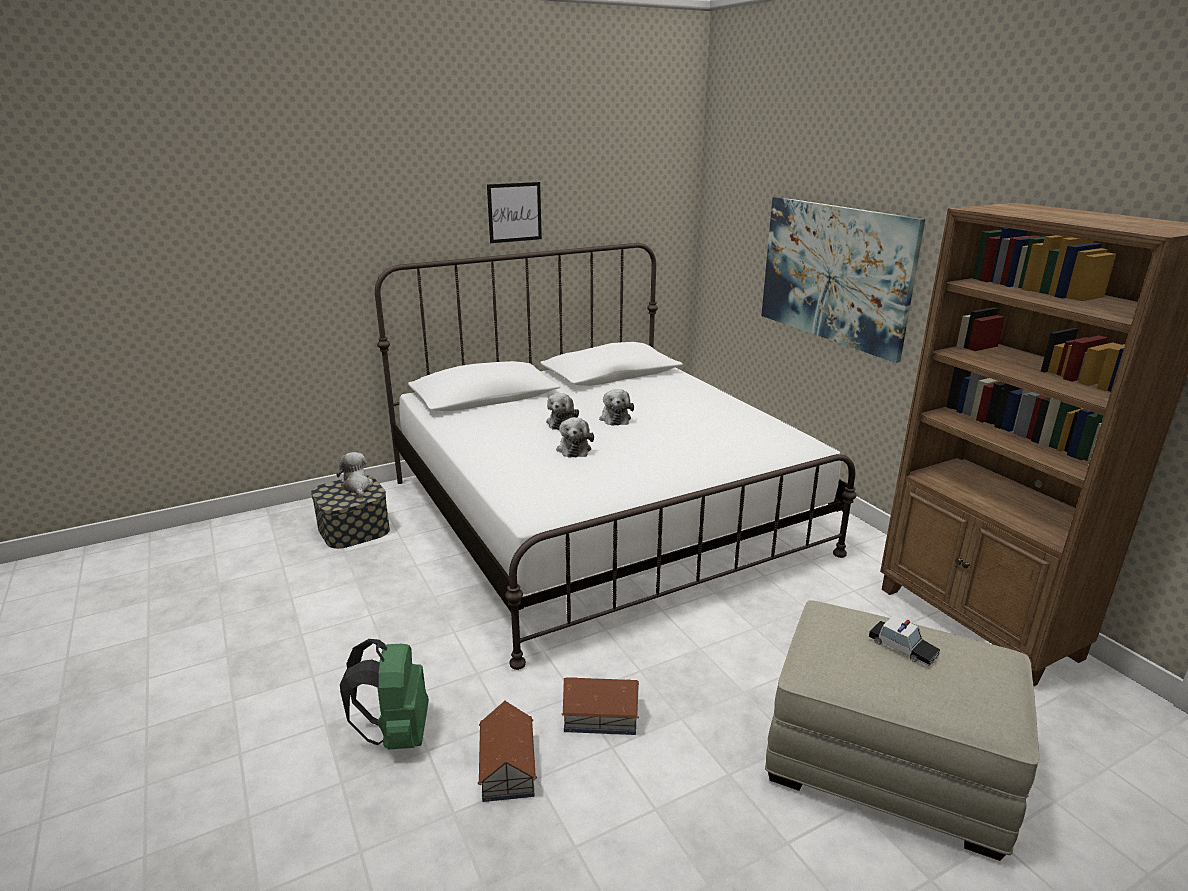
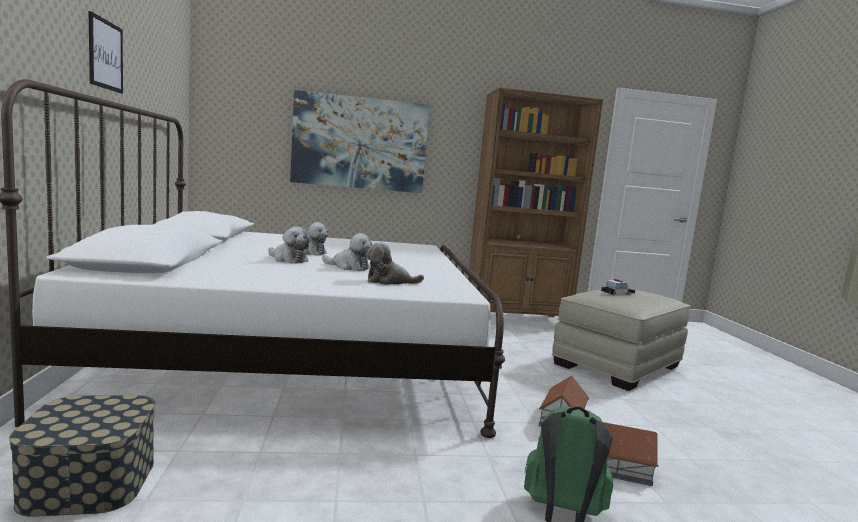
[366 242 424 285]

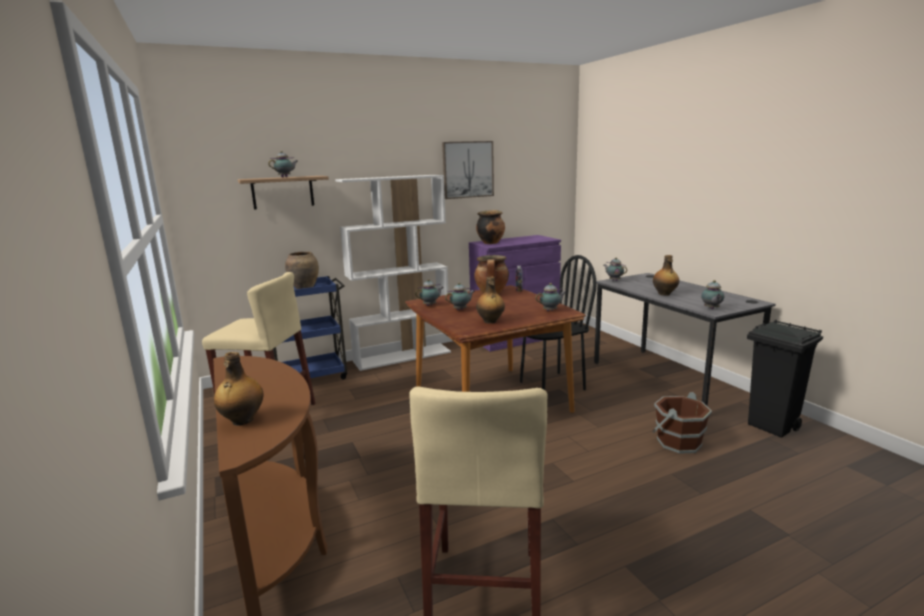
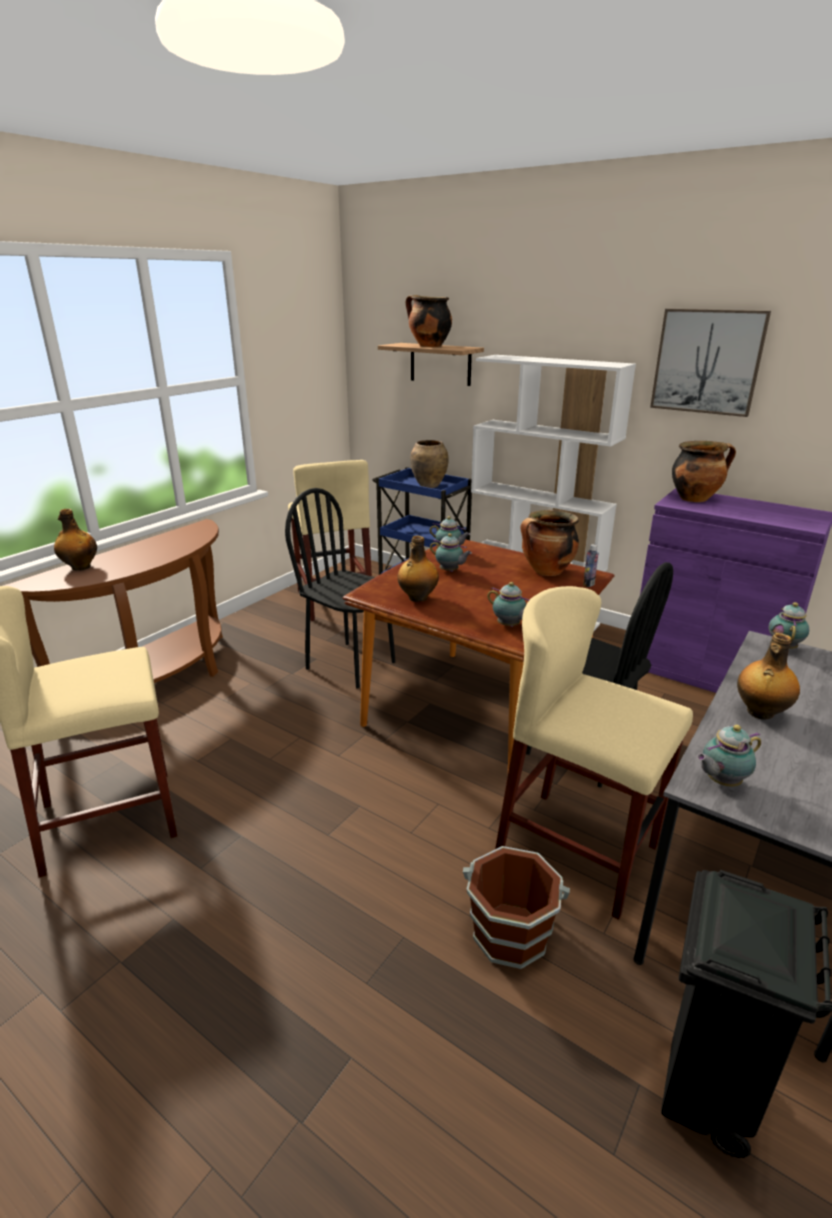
[285 488 395 689]
[495 586 693 920]
[406 295 452 347]

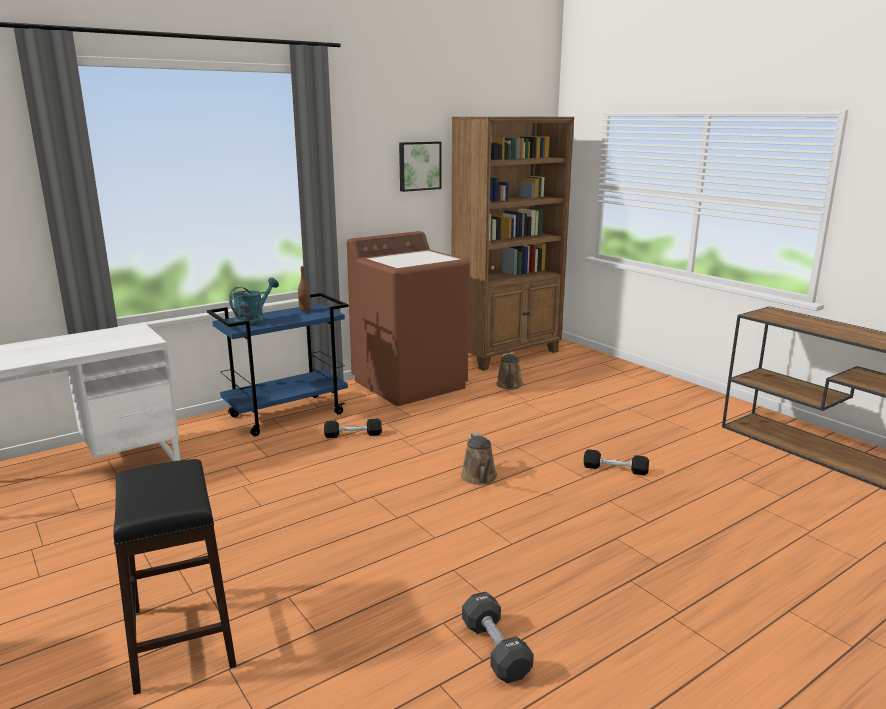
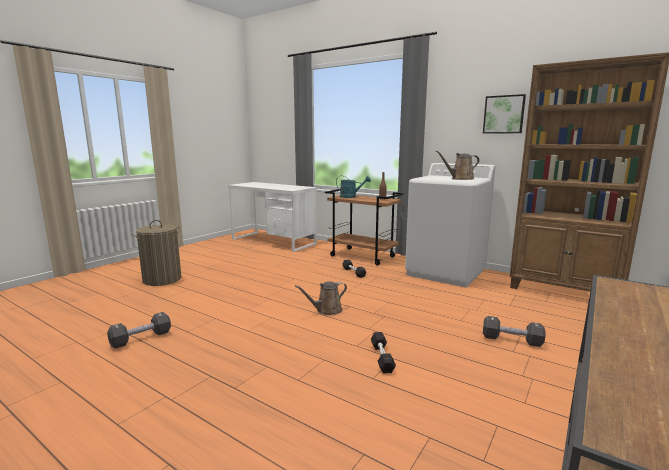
[483 316 545 347]
[436 151 480 180]
[132 220 181 286]
[325 189 404 266]
[405 163 495 287]

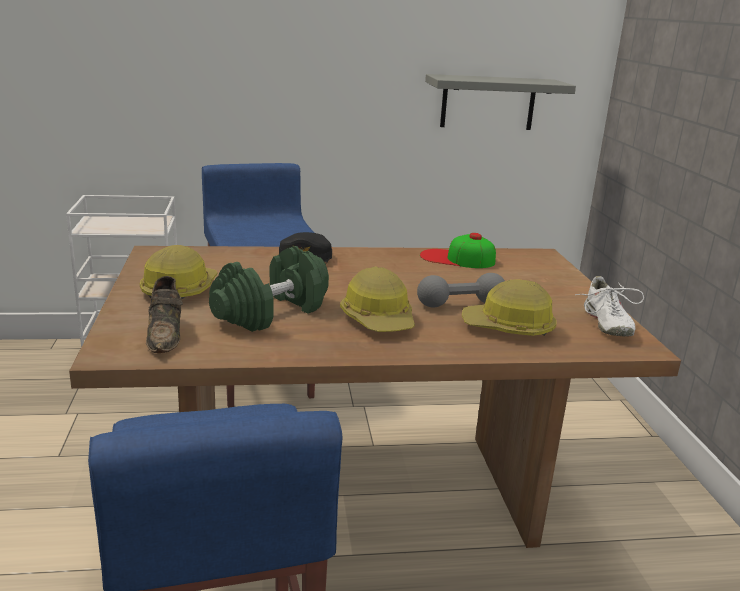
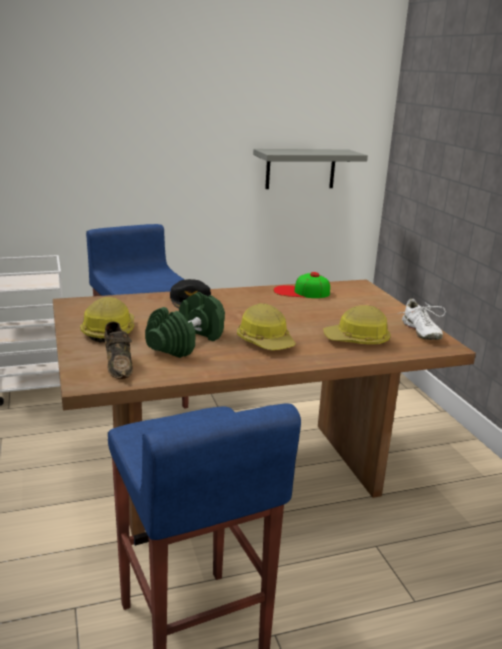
[417 273 505 308] (first image)

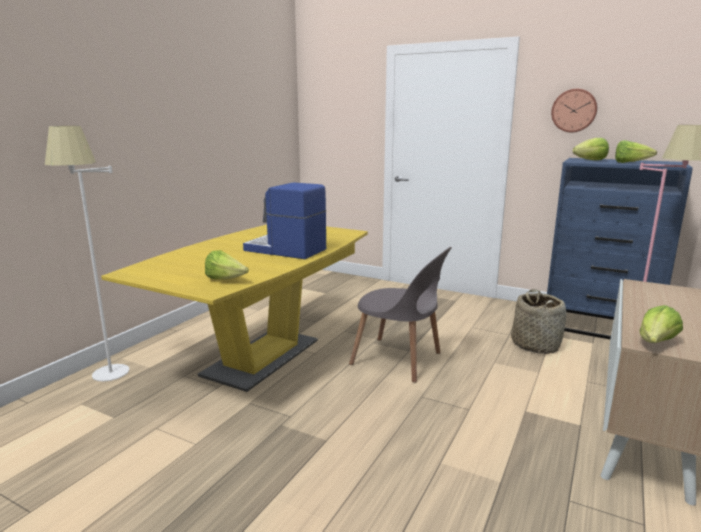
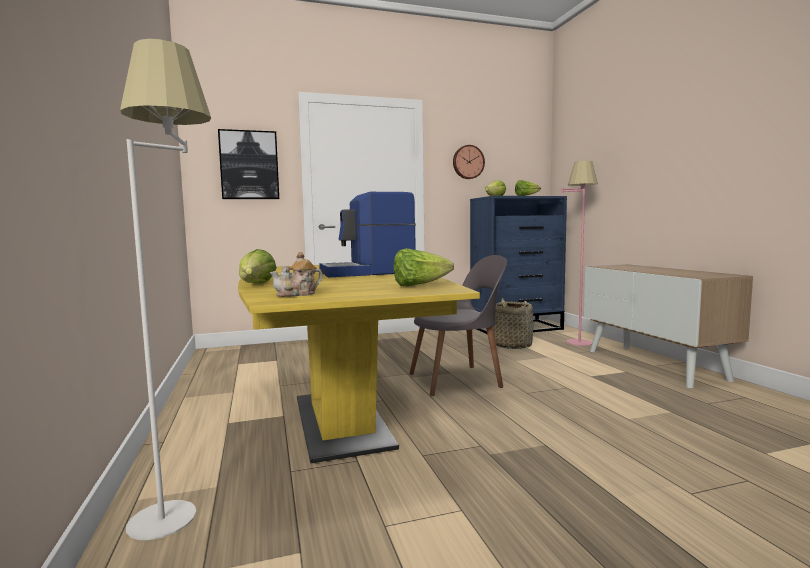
[218 129 279 199]
[269 252 323 297]
[239 249 277 284]

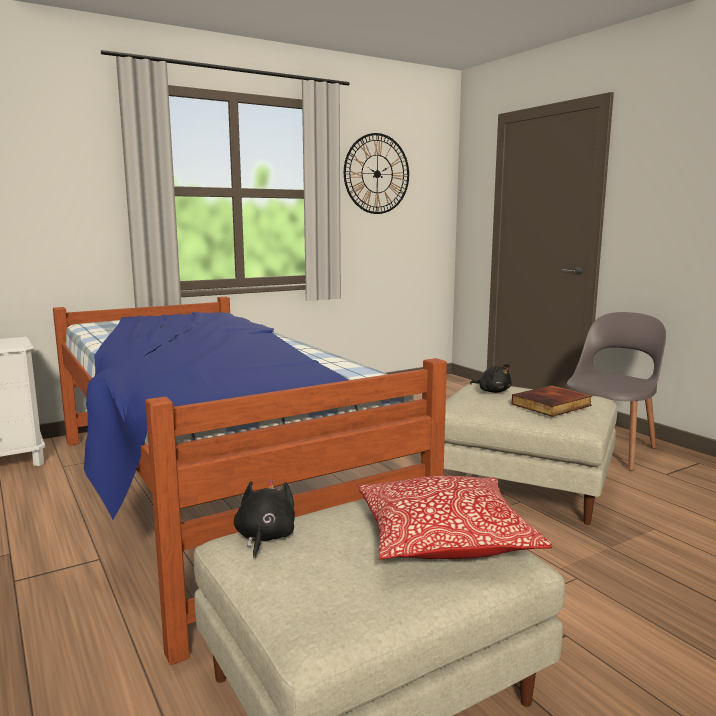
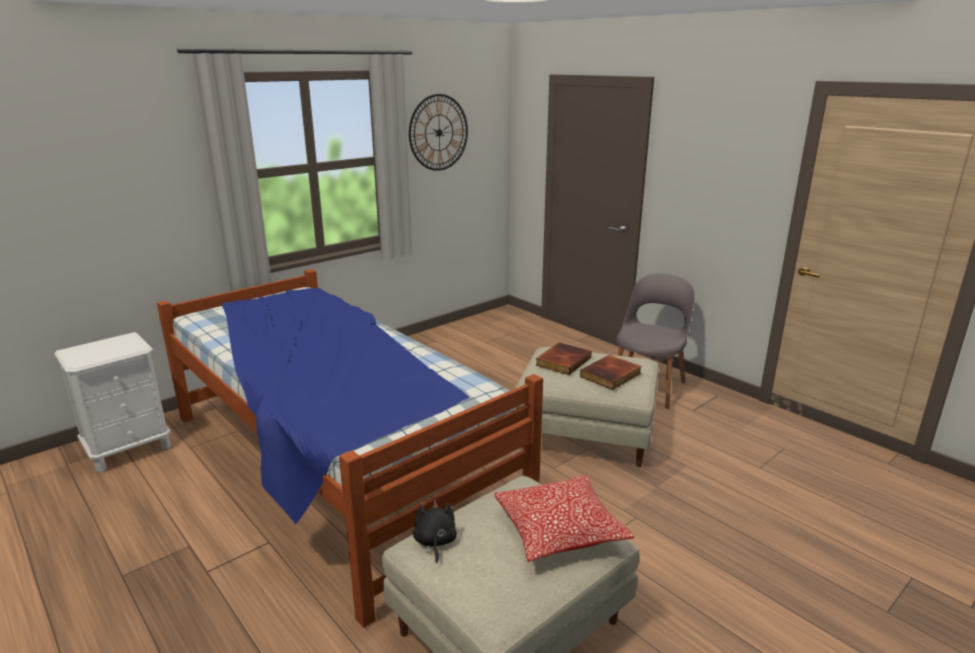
[535 343 592 375]

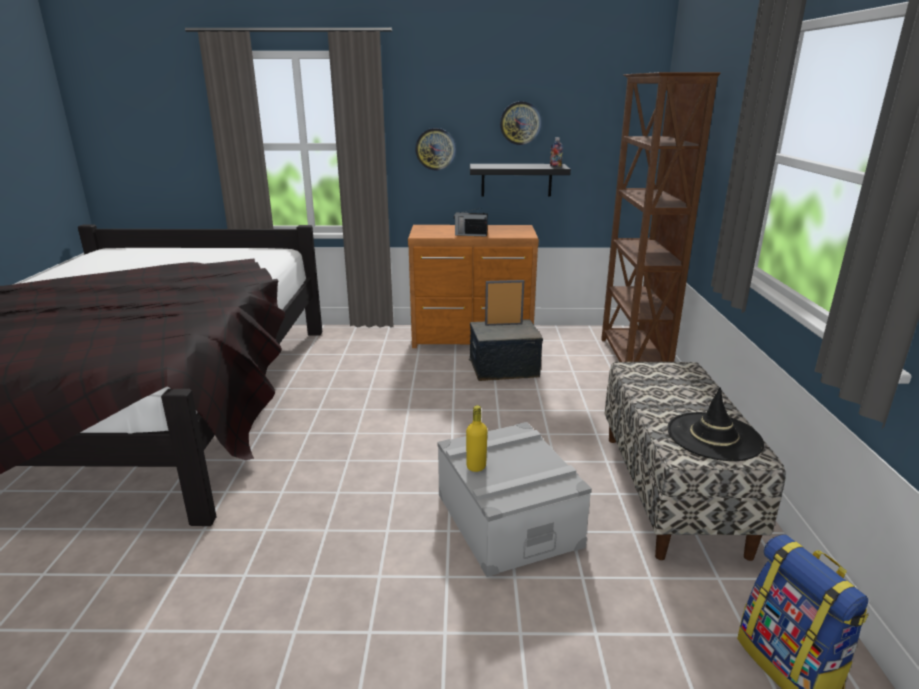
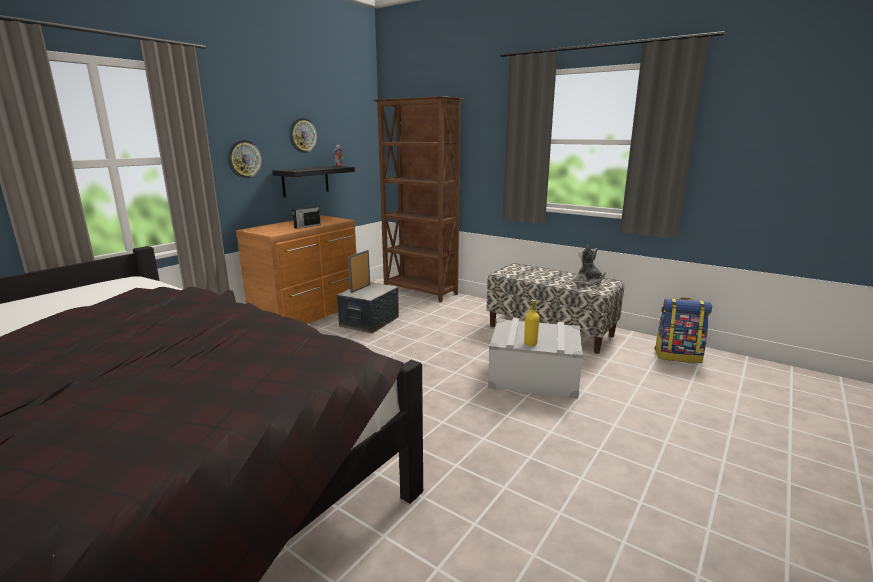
[573 245 606 285]

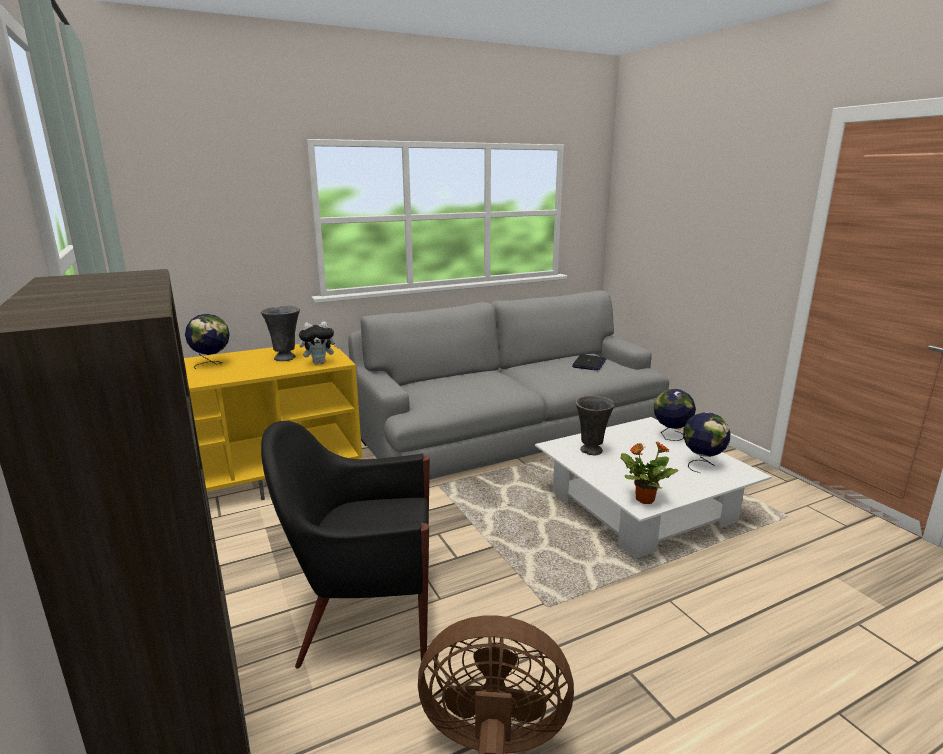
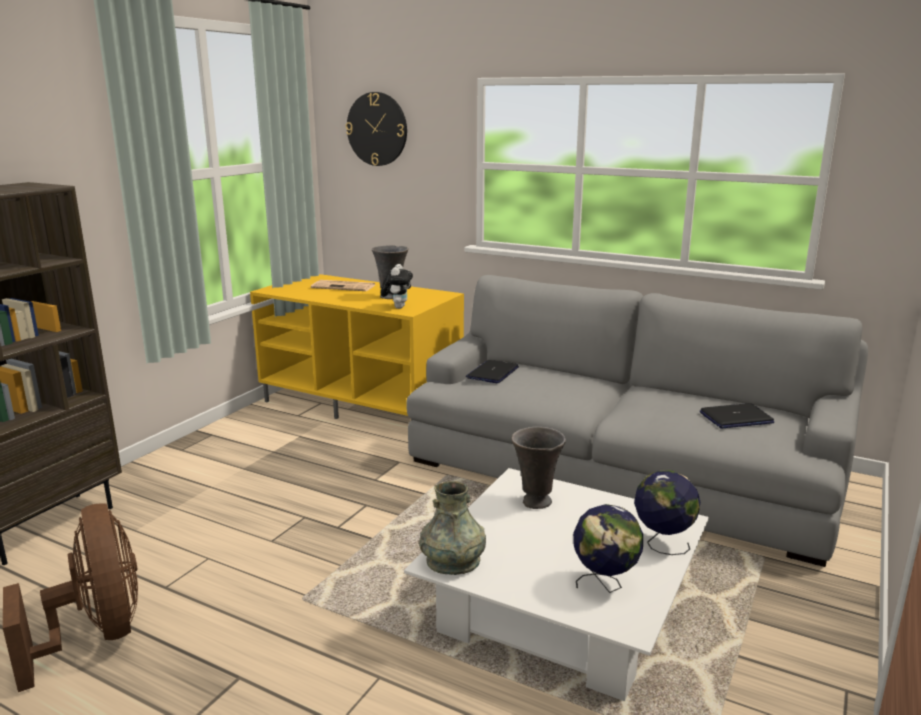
[261 421 430 668] (first image)
[346 92 407 166]
[466 360 519 383]
[311 280 375 291]
[419 481 486 575]
[381 264 413 309]

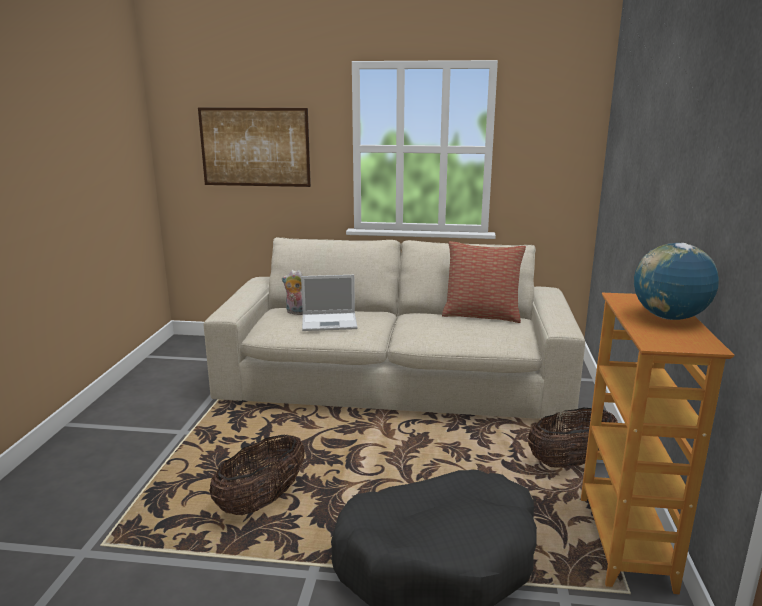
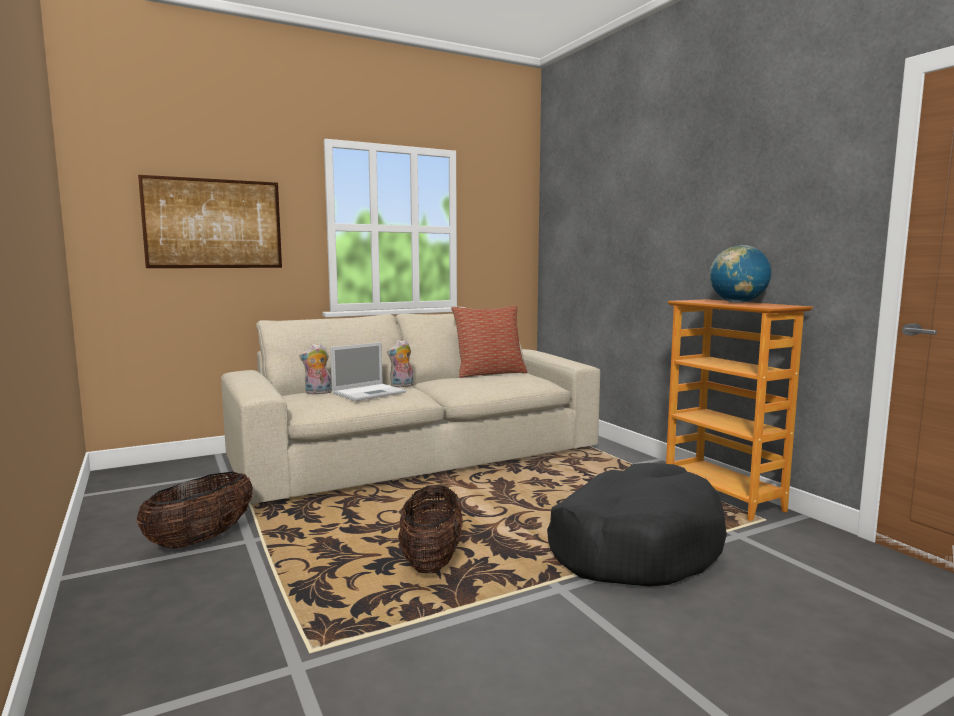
[387 340 413 387]
[137 472 253 549]

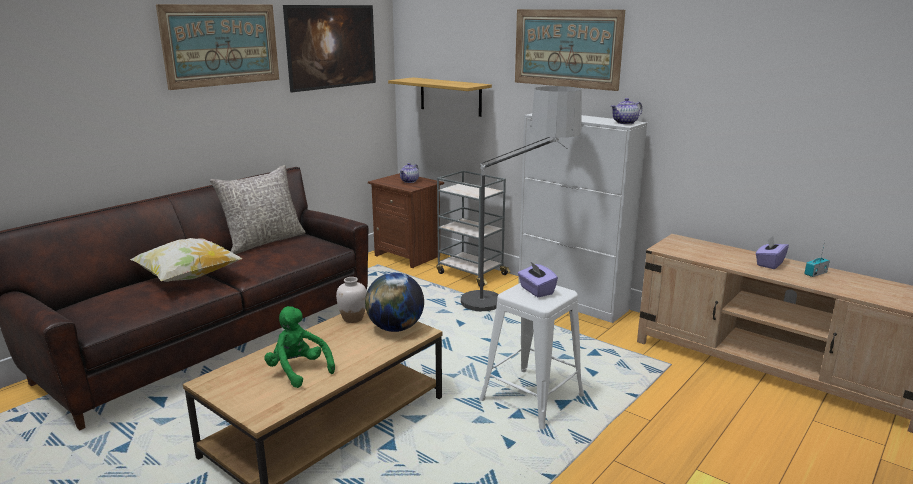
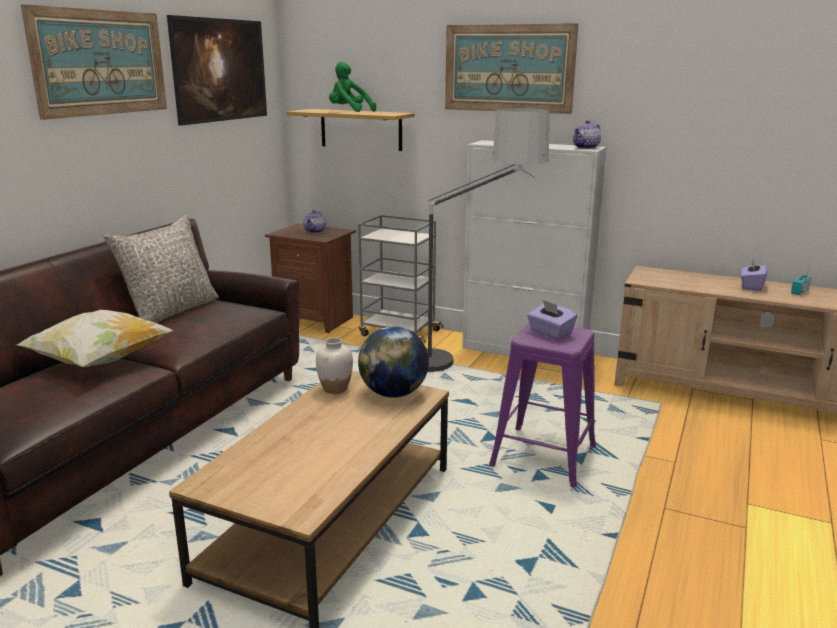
[329 62 376 112]
[489 323 596 488]

